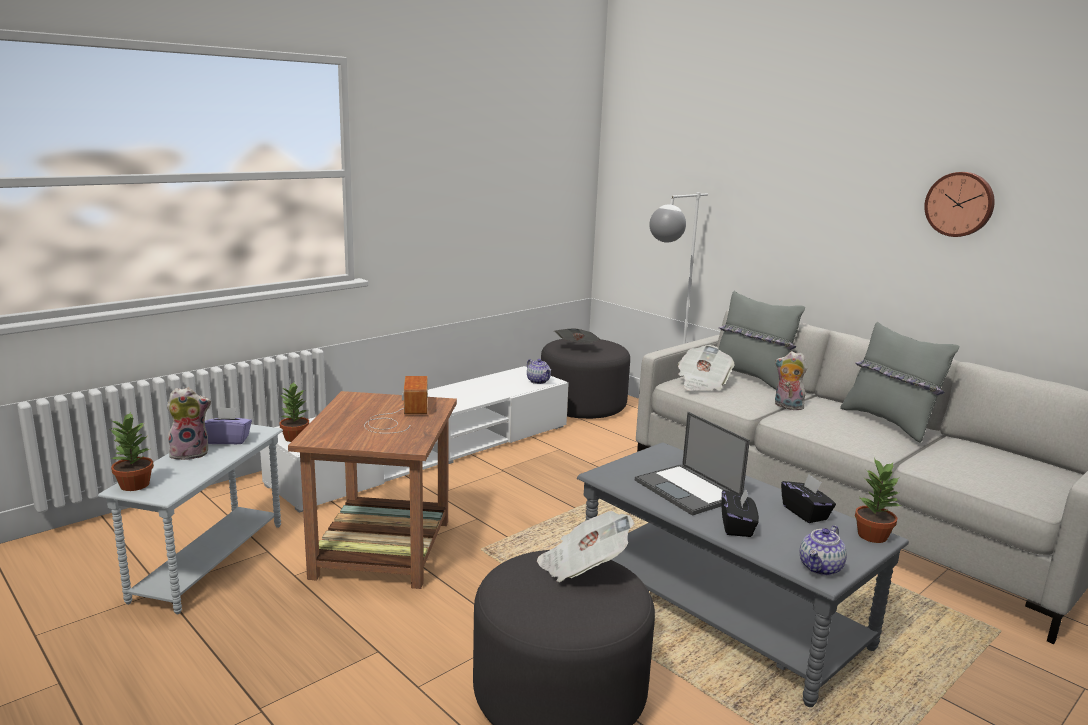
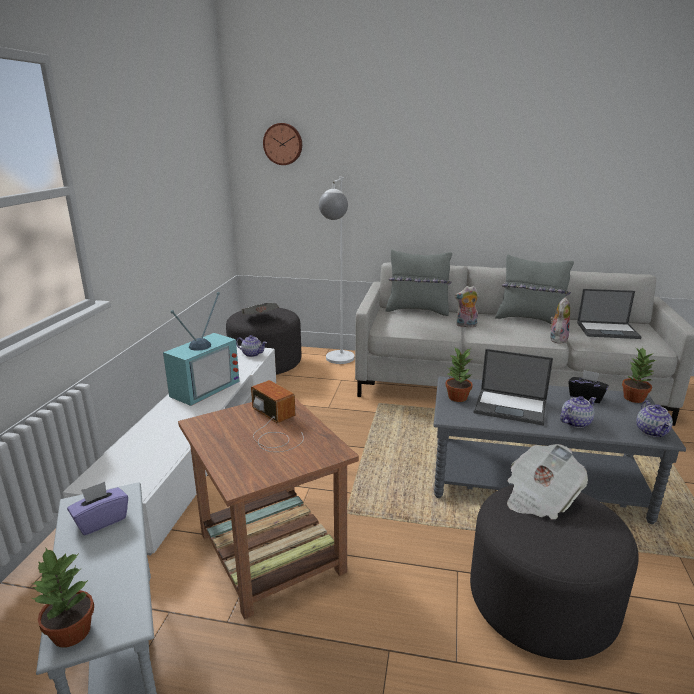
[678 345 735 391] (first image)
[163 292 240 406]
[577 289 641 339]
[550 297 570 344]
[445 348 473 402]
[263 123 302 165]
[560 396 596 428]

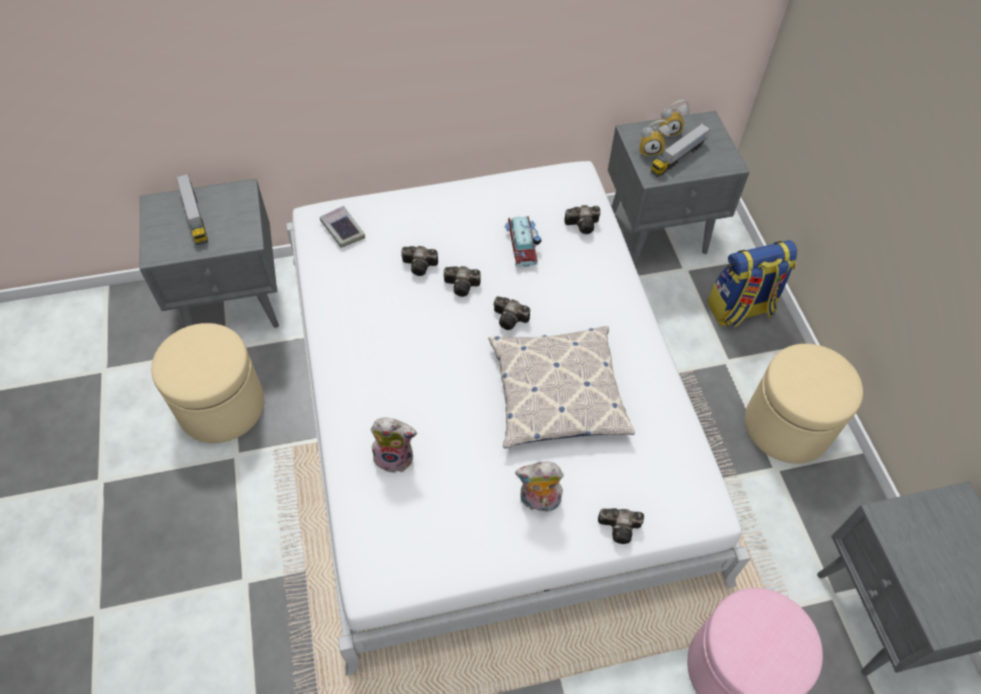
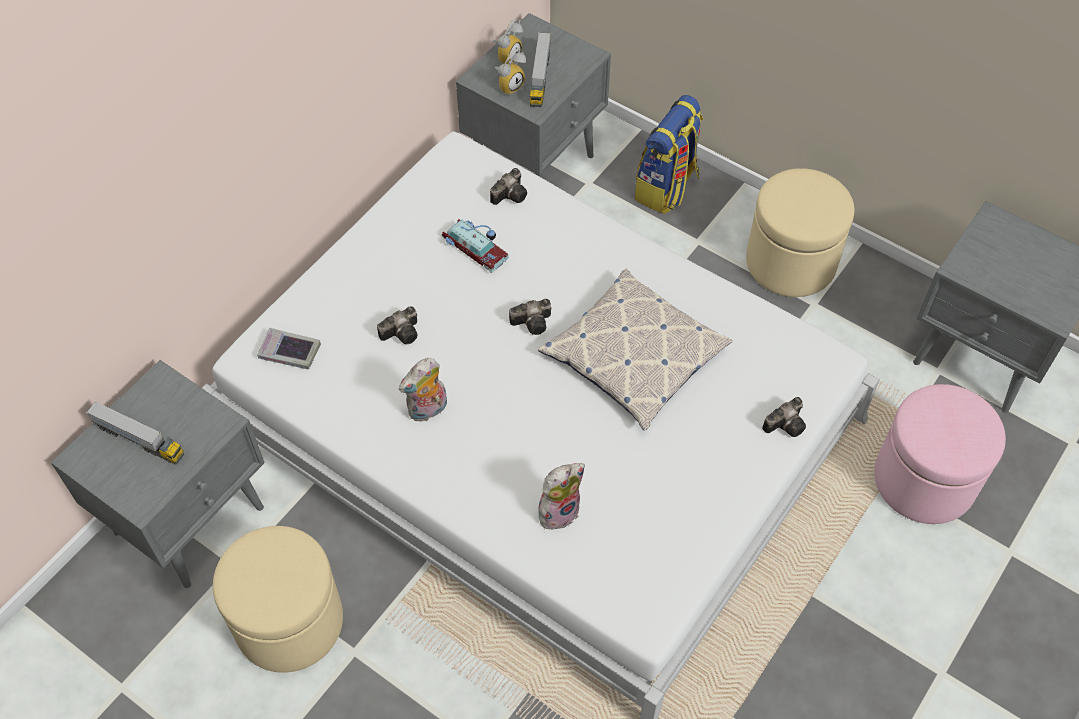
[443 266 481 297] (first image)
[399 358 447 423]

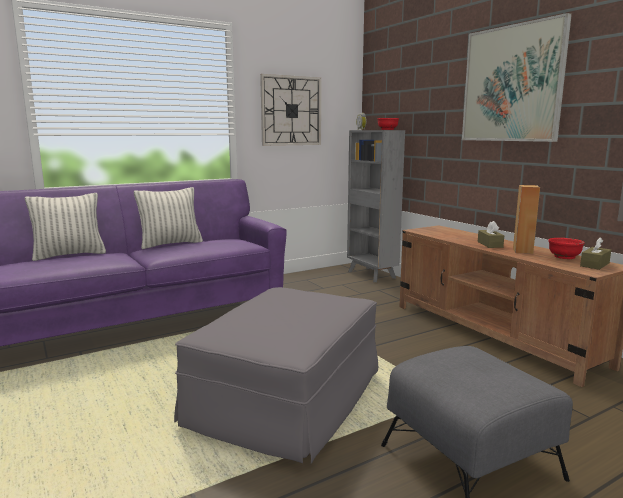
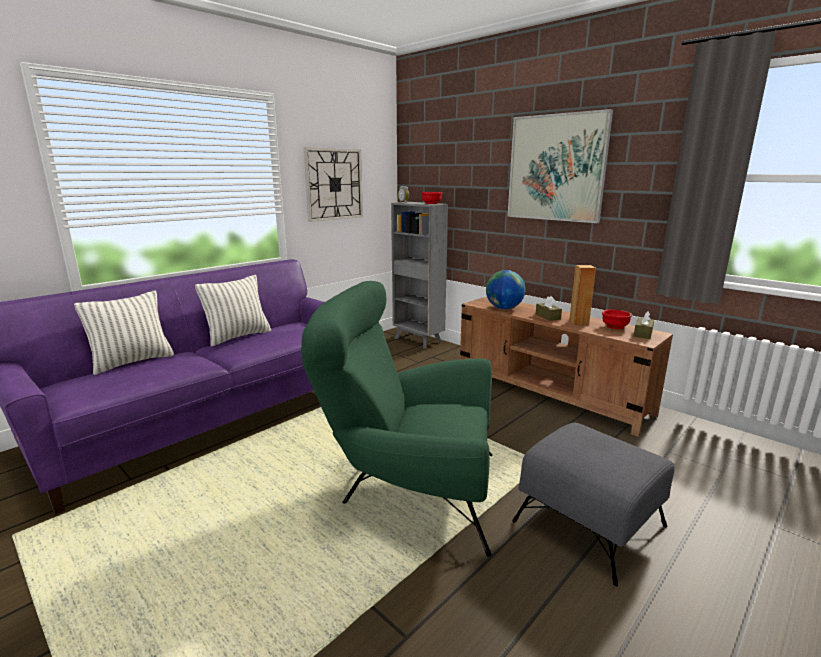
[486 270 525 309]
[301 281 493 557]

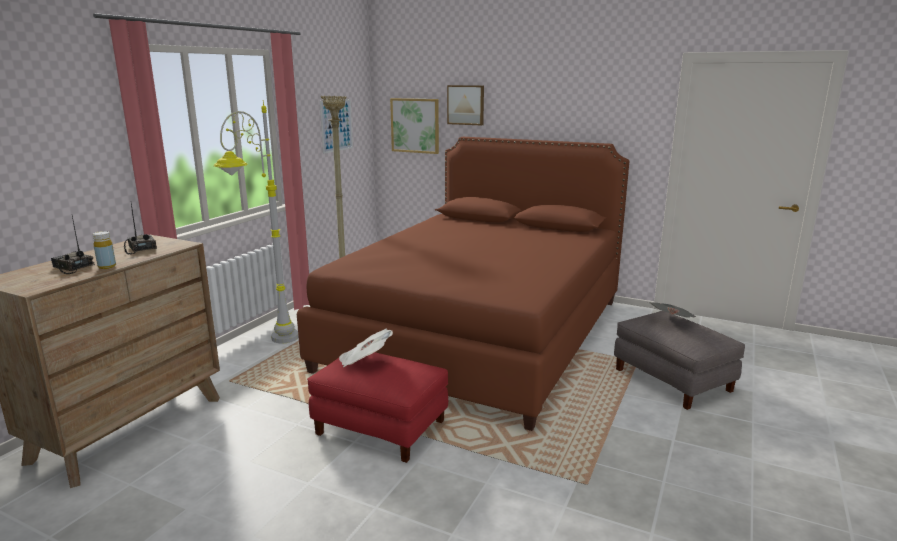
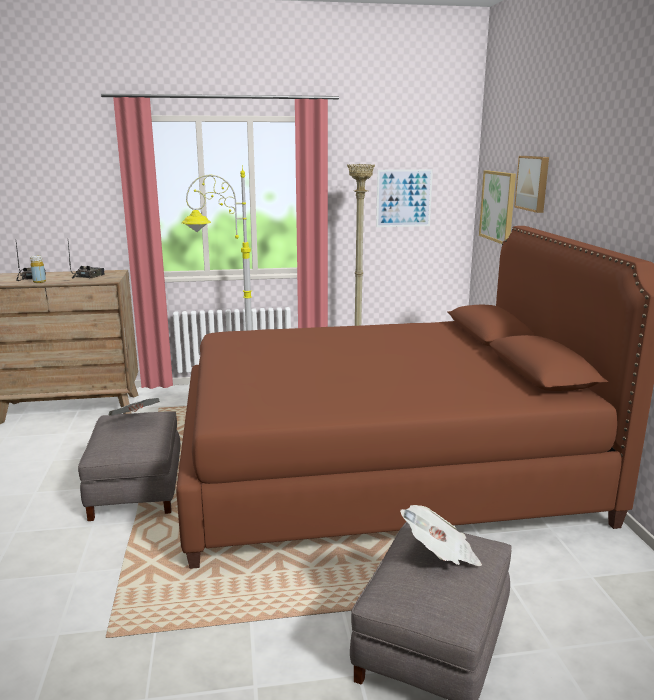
[78 411 180 521]

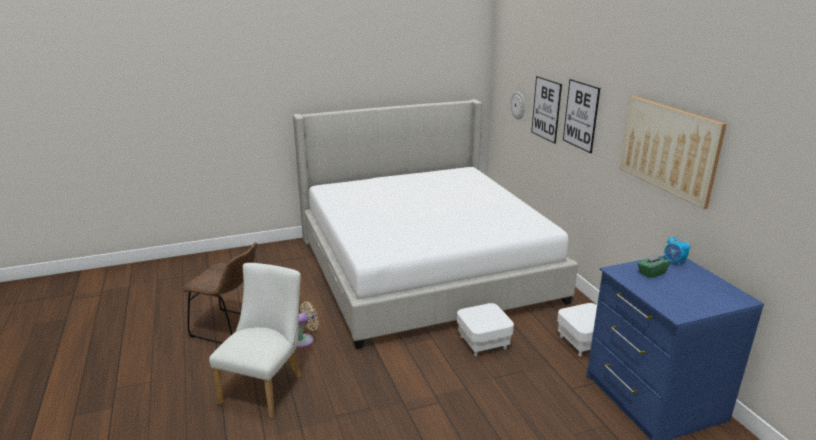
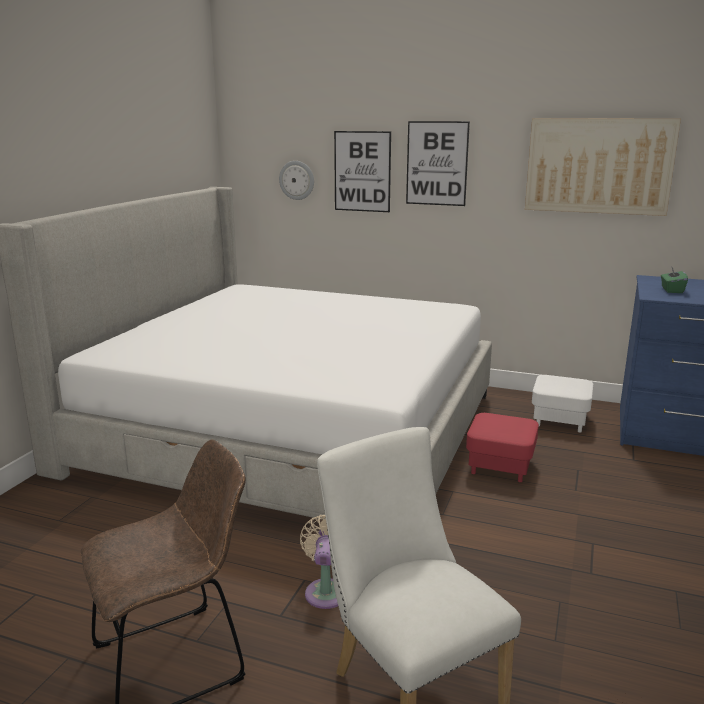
[664 236 690 266] (first image)
[466 413 539 482]

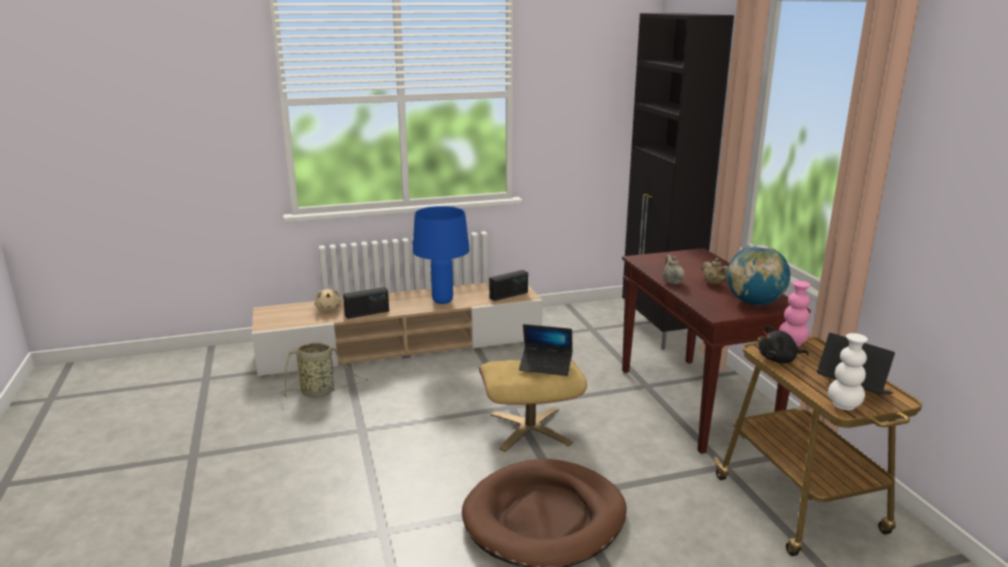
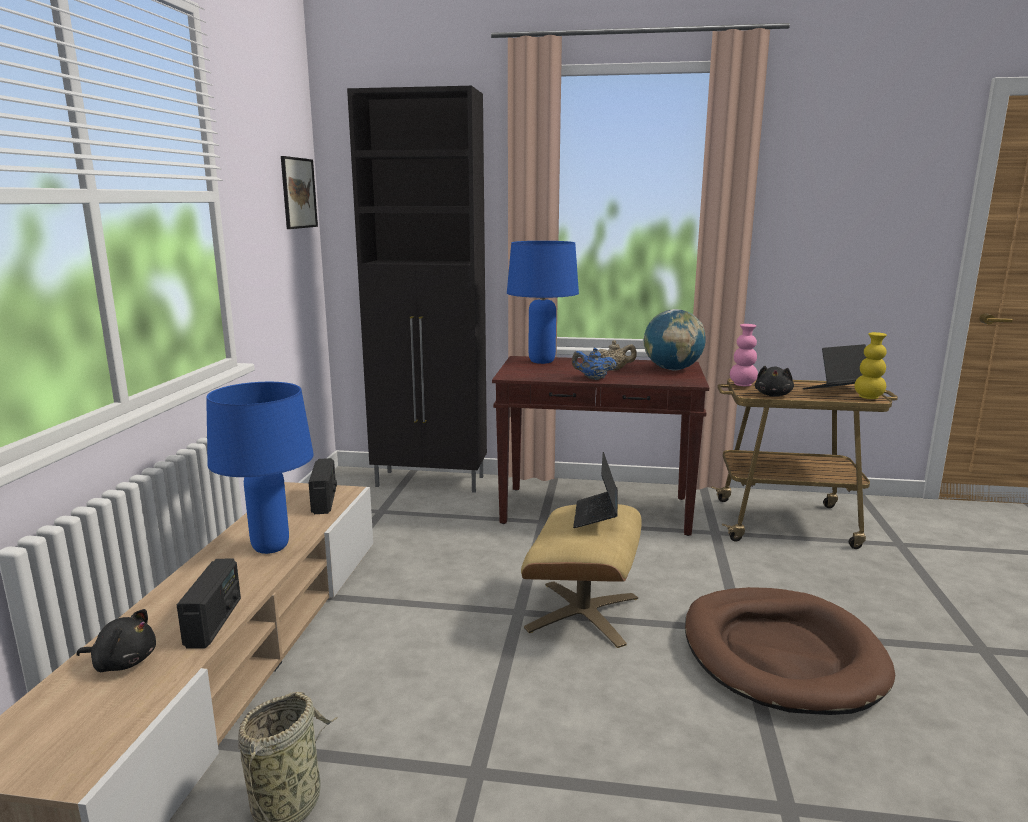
[281 156 318 229]
[507 241 579 364]
[77 609 156 672]
[572 348 617 380]
[855 332 887 399]
[573 452 618 528]

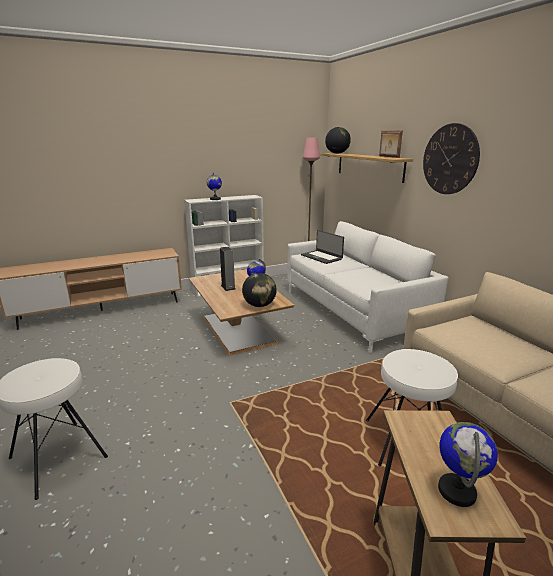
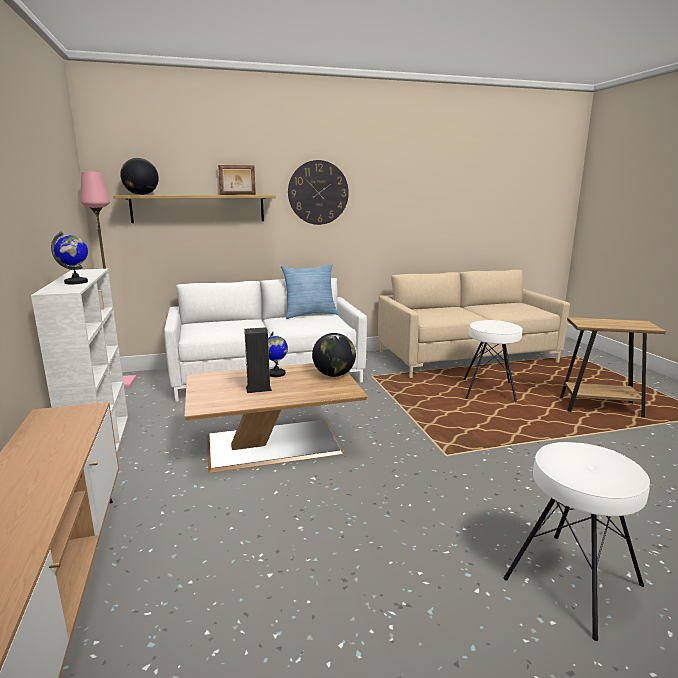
[301 230 344 264] (first image)
[438 422 498 507] (first image)
[281 264 338 319]

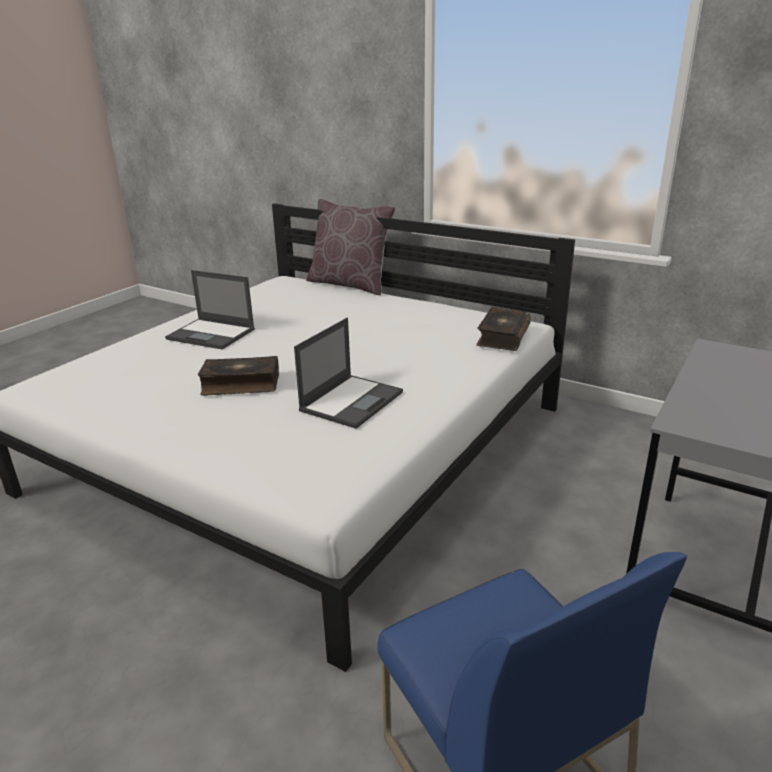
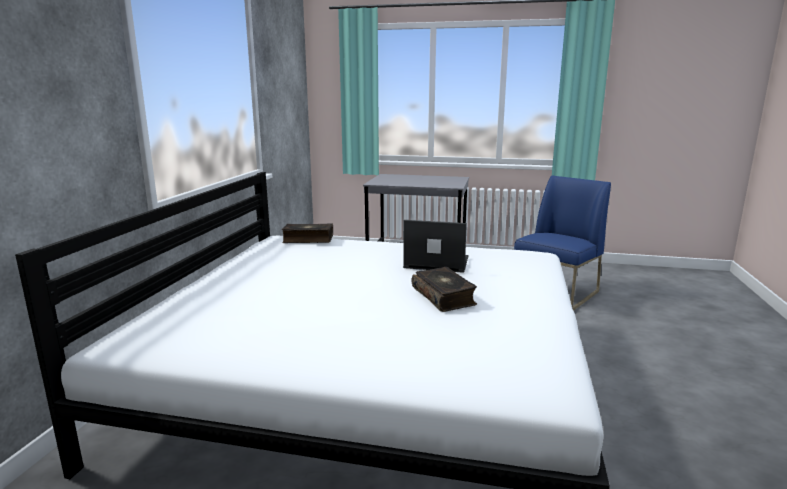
[165 270 255 349] (first image)
[306 199 395 295] (first image)

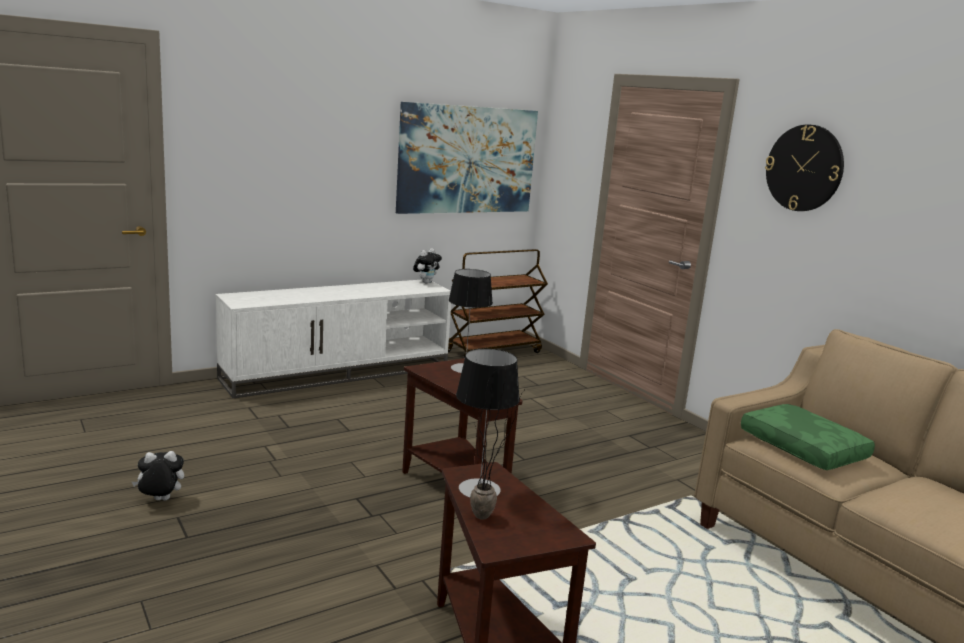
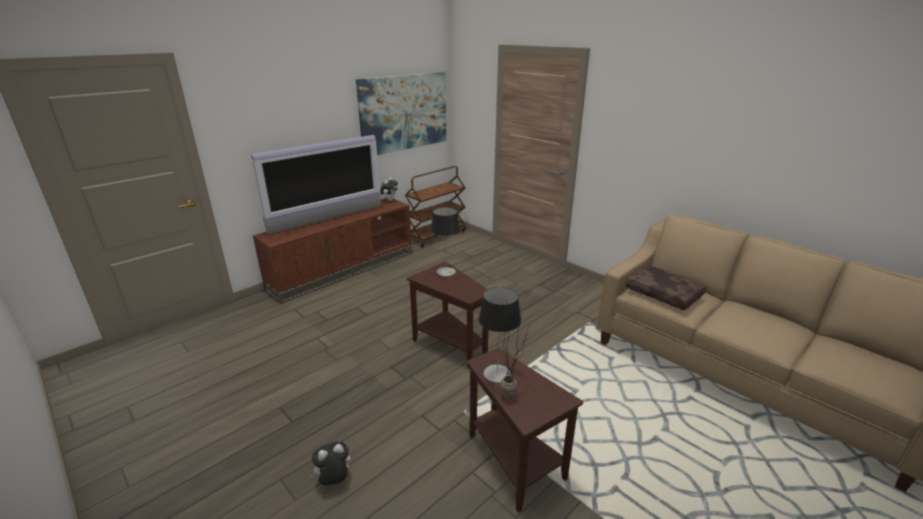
[765 124 844 211] (first image)
[251 135 381 235]
[310 442 351 485]
[253 198 412 304]
[625 265 706 310]

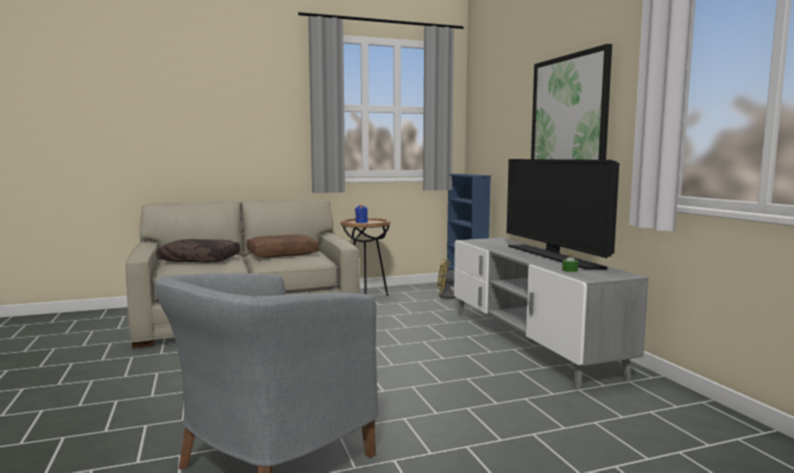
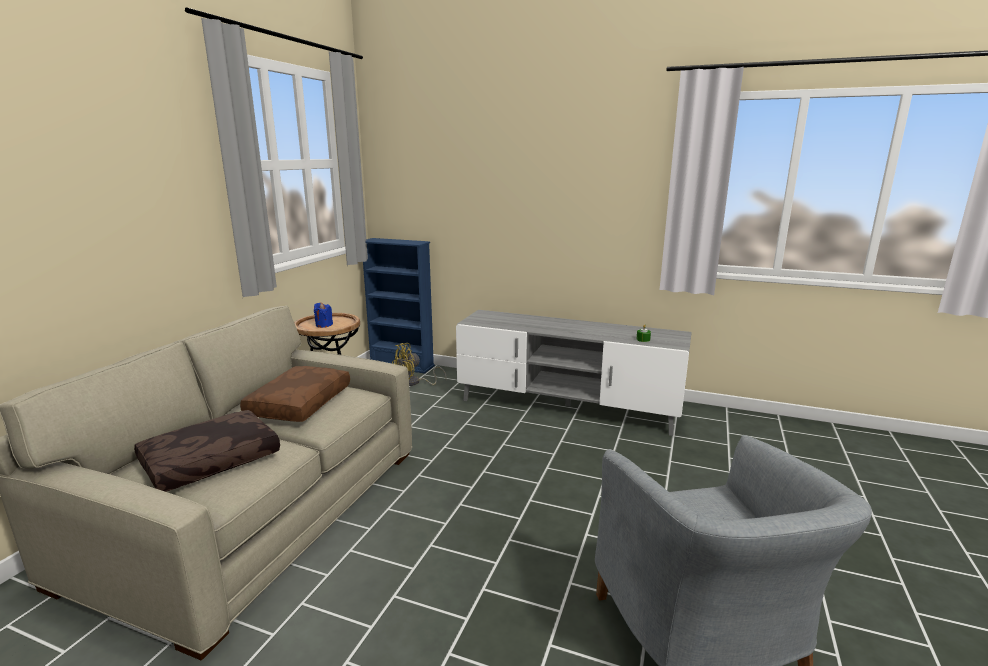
[507 159 619 269] (first image)
[531 44 612 160] (first image)

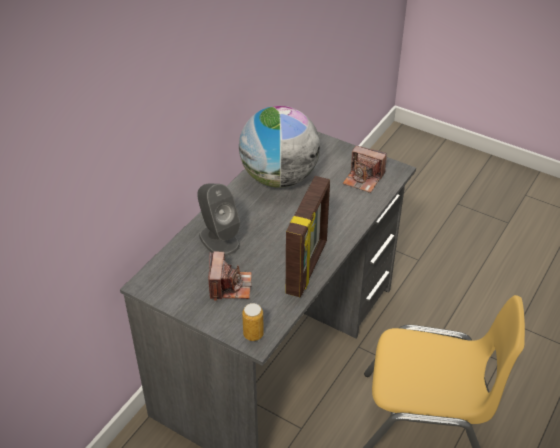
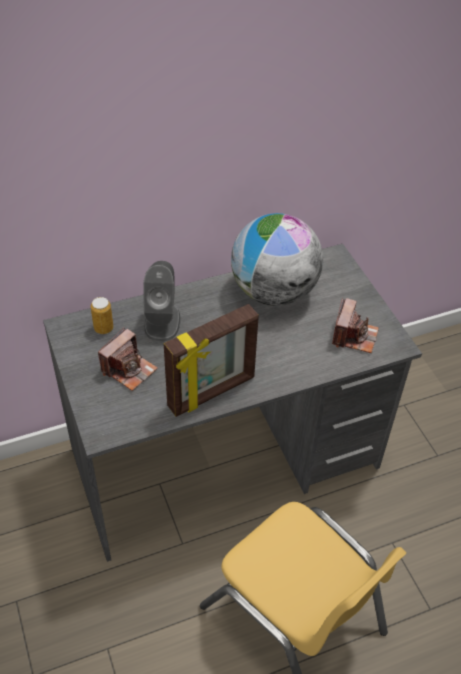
[91 297 113 334]
[332 298 379 353]

